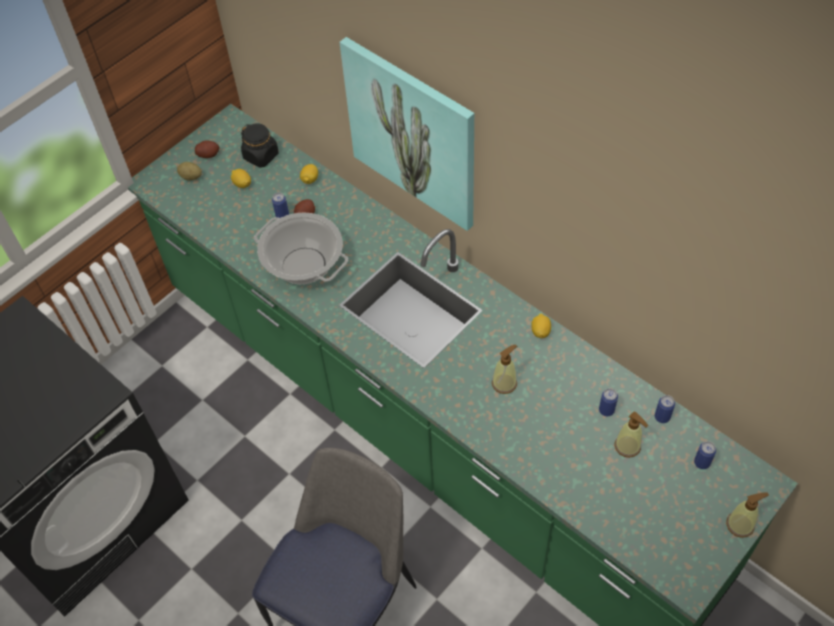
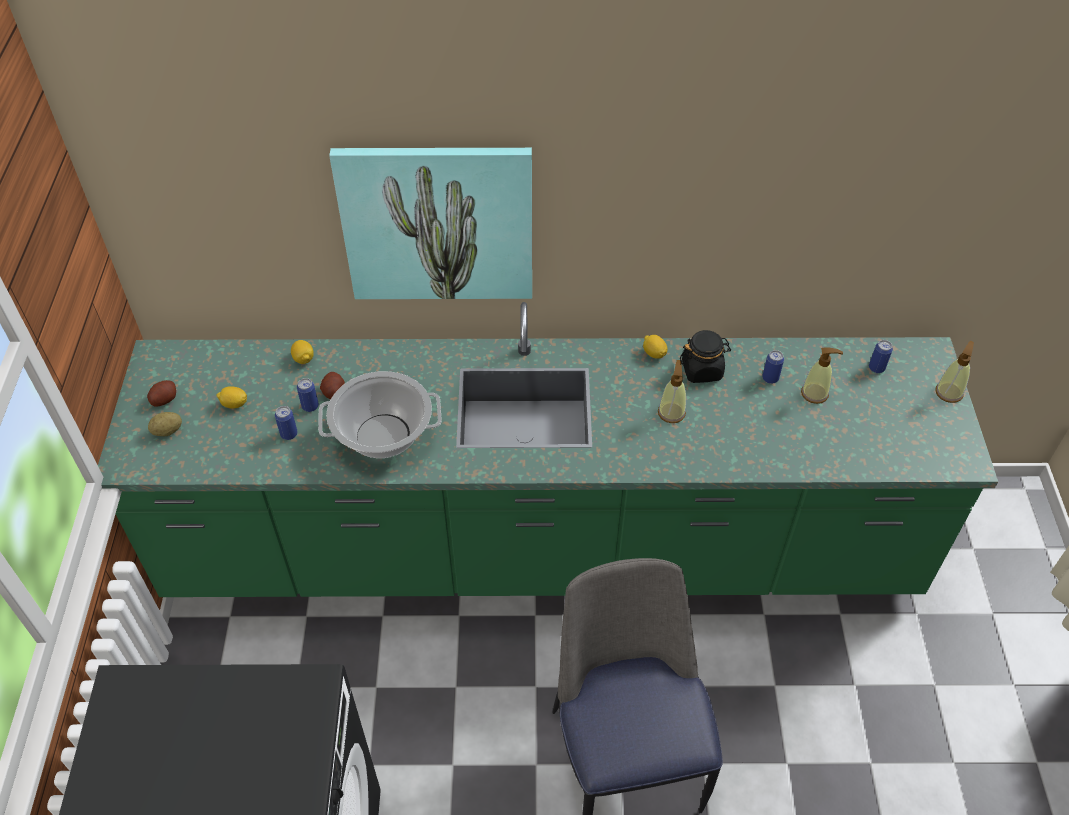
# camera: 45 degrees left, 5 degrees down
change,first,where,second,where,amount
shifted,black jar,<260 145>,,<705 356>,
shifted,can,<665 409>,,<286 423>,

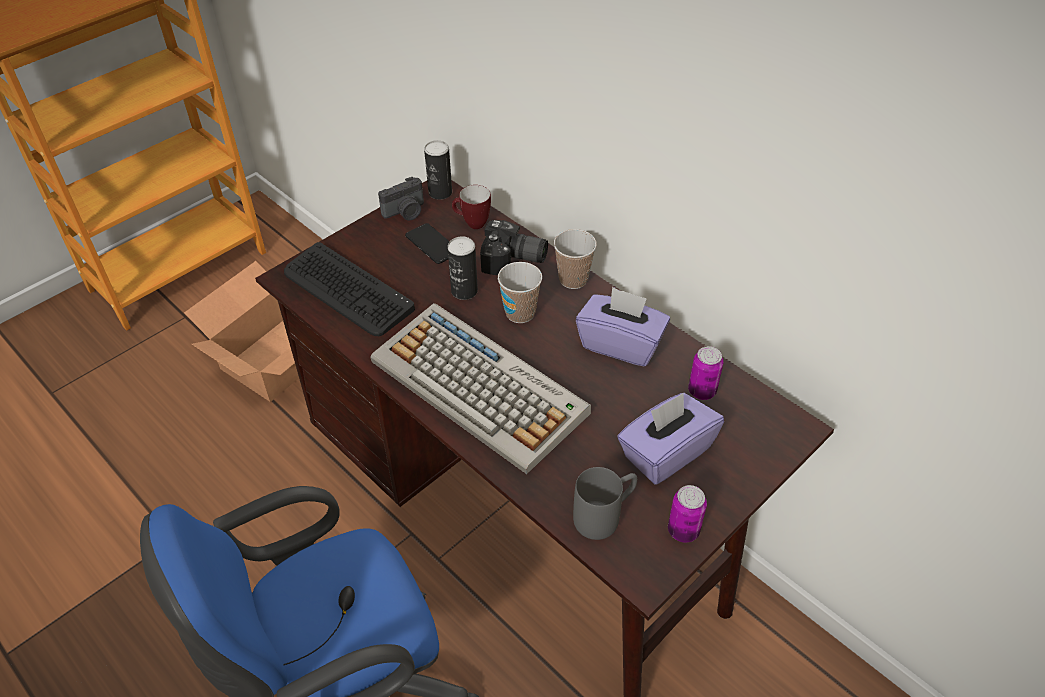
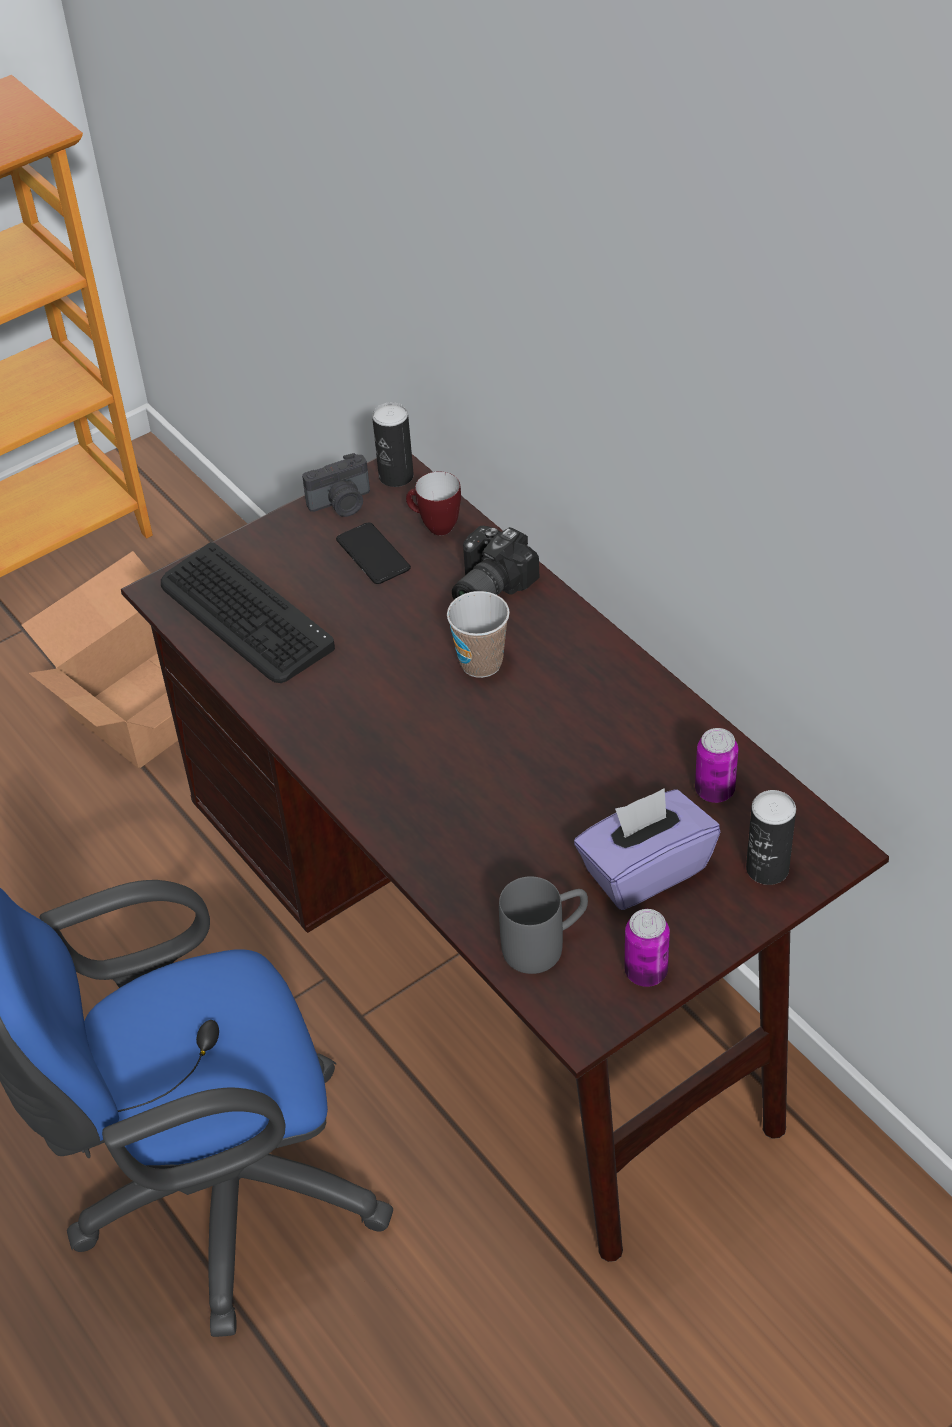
# camera: 10 degrees right, 0 degrees up
change,first,where,second,where,amount
gone,keyboard,<480 388>,,,
shifted,can,<462 268>,,<771 837>,
rotated,photo camera,<514 247>,,<495 563>,105 degrees clockwise
gone,cup,<575 259>,,,
gone,purple tissue box,<623 326>,,,

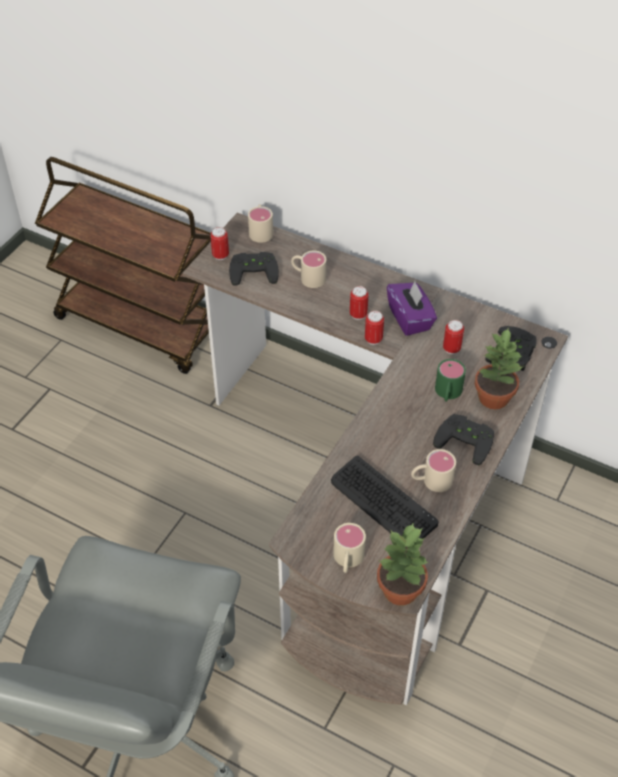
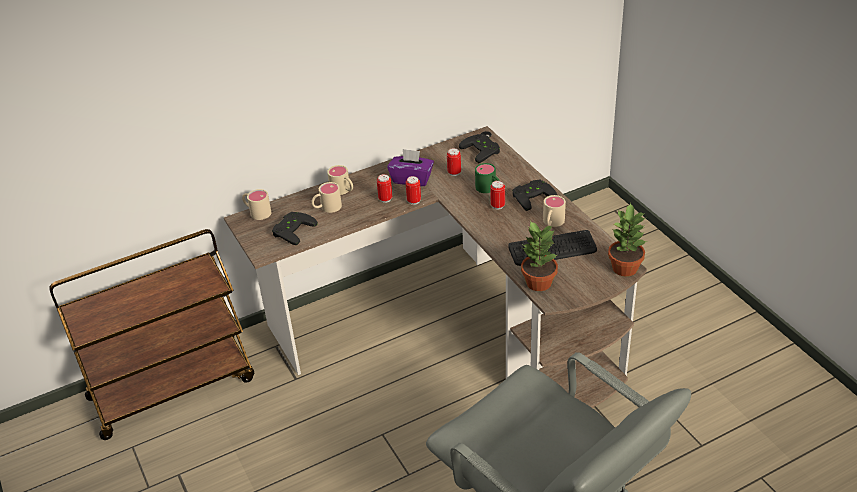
# camera: 55 degrees left, 10 degrees down
change,first,where,second,where,amount
shifted,can,<219 243>,,<497 195>,
shifted,beige mug,<349 548>,,<340 180>,
shifted,potted plant,<499 368>,,<539 256>,

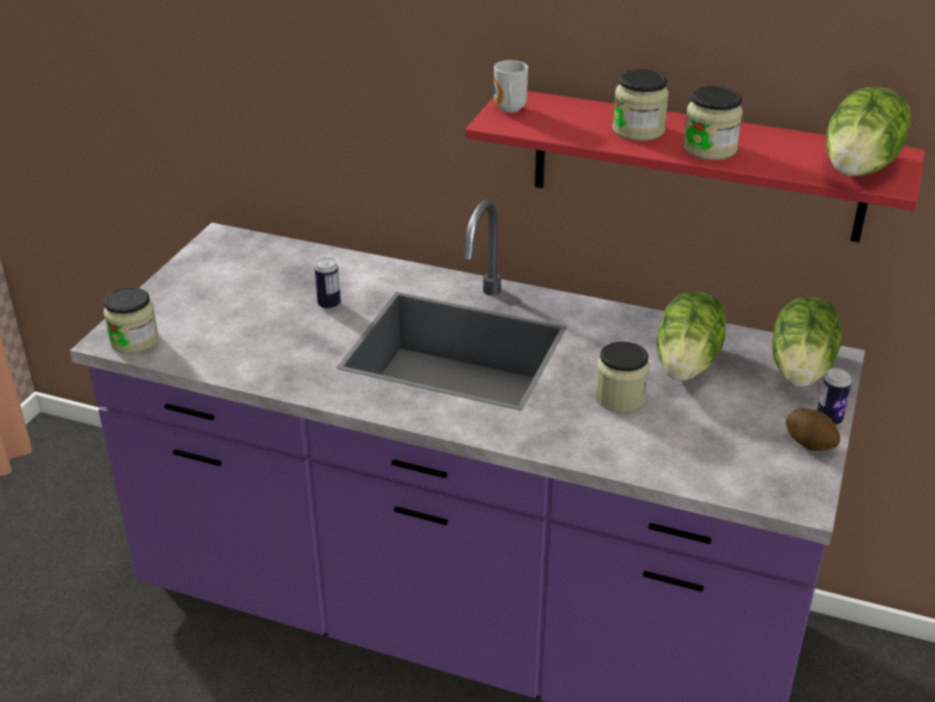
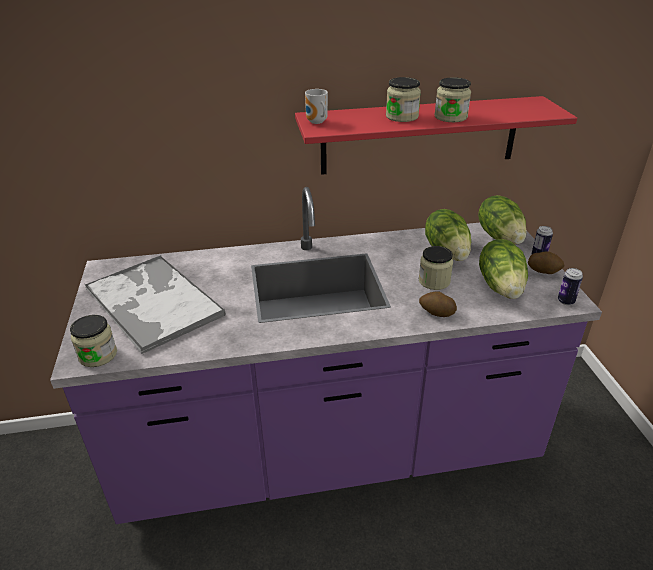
# camera: 30 degrees left, 0 degrees up
change,first,where,second,where,amount
shifted,can,<328 283>,,<570 286>,
shifted,lettuce,<868 131>,,<503 269>,
new,,,tray,<155 305>,
new,,,potato,<438 304>,

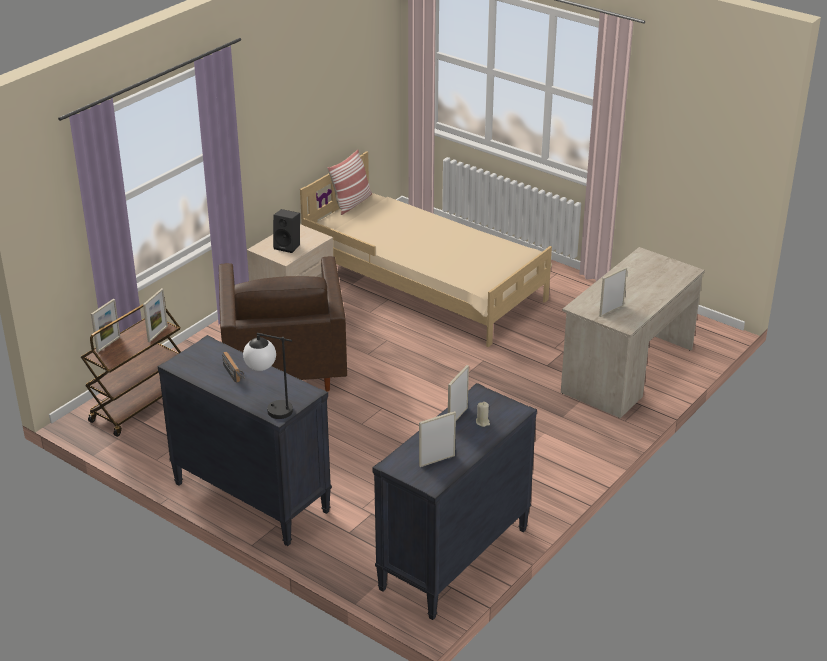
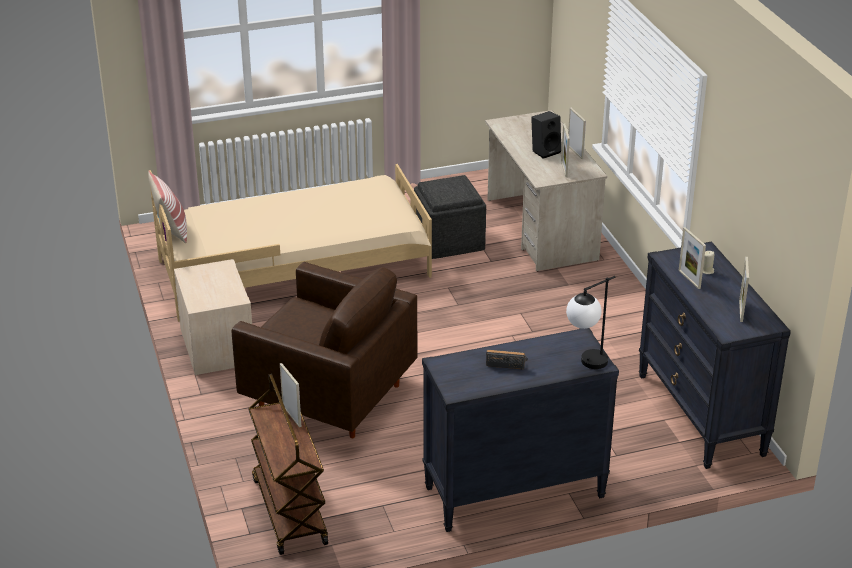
# camera: 55 degrees left, 0 degrees up
change,first,where,second,where,amount
shifted,picture frame,<105 325>,,<577 133>,
shifted,black speaker,<286 231>,,<546 135>,
new,,,grey ottoman,<450 217>,

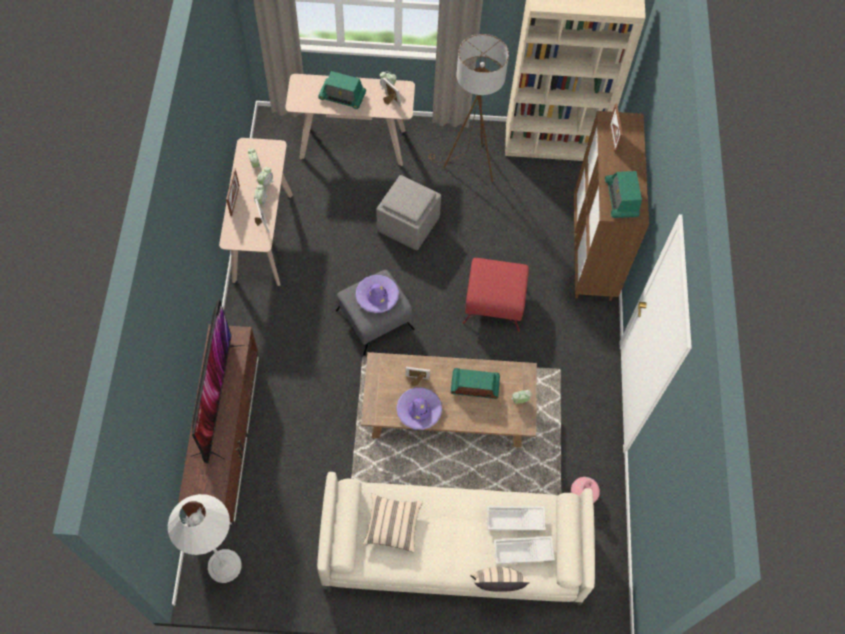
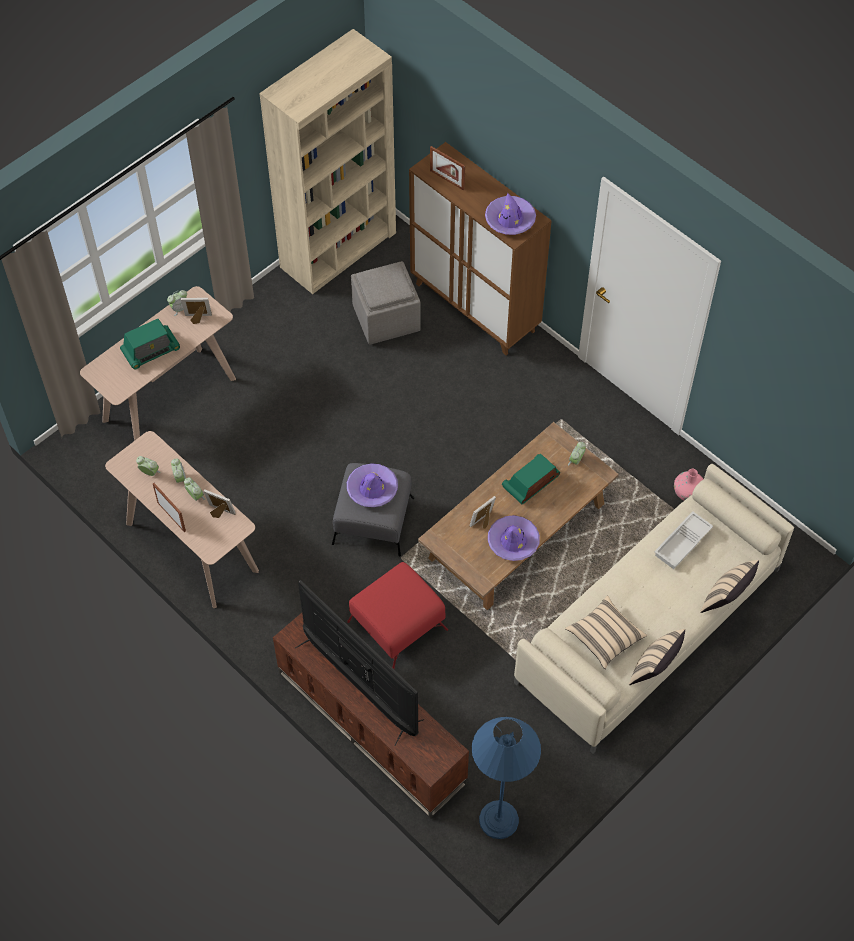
# camera: 45 degrees left, 5 degrees down
change,first,where,second,where,amount
repainted,white floor lamp,<205 538>,blue floor lamp,<506 778>,
shifted,grey ottoman,<408 212>,,<386 302>,
gone,brown floor lamp,<468 108>,,,
shifted,red ottoman,<496 295>,,<397 615>,
gone,white tray,<524 550>,,,
swapped,radio,<623 194>,purple hat,<510 214>,
new,,,beige pillow,<657 657>,

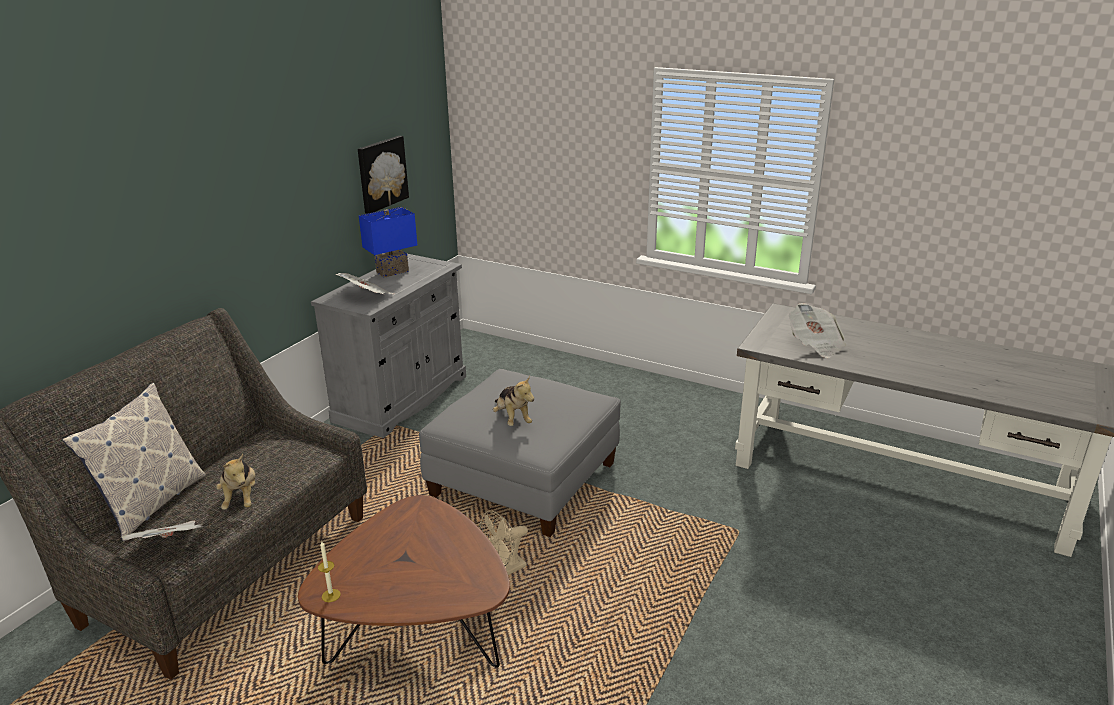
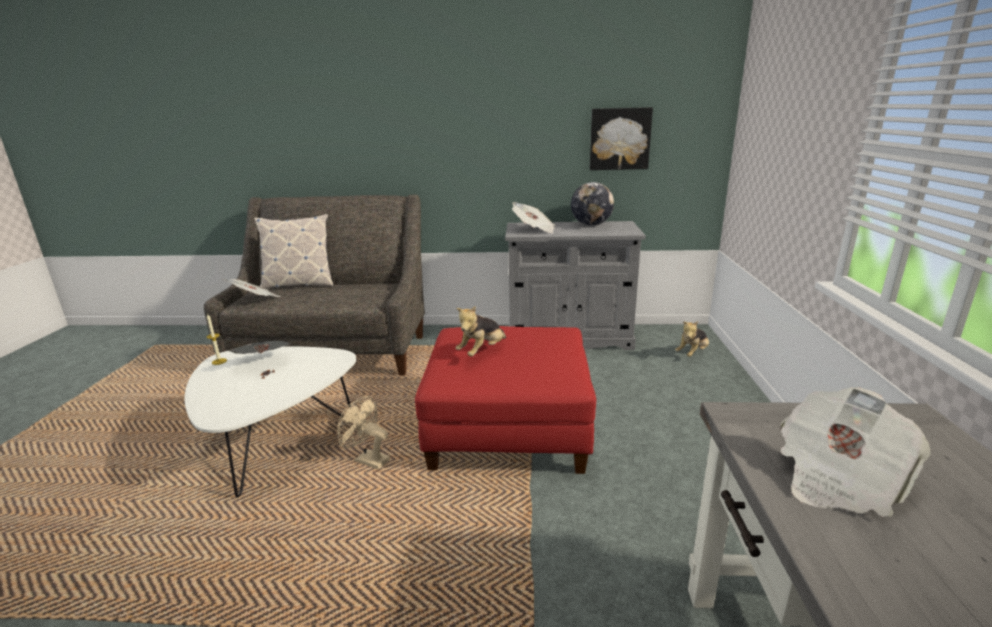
# camera: 65 degrees right, 5 degrees down
change,first,where,second,where,amount
shifted,plush toy,<235 482>,,<692 339>,
repainted,brown coffee table,<404 581>,white coffee table,<270 422>,
swapped,blue table lamp,<388 242>,globe,<592 204>,
repainted,grey ottoman,<520 453>,red ottoman,<505 400>,
new,,,newspaper,<259 347>,

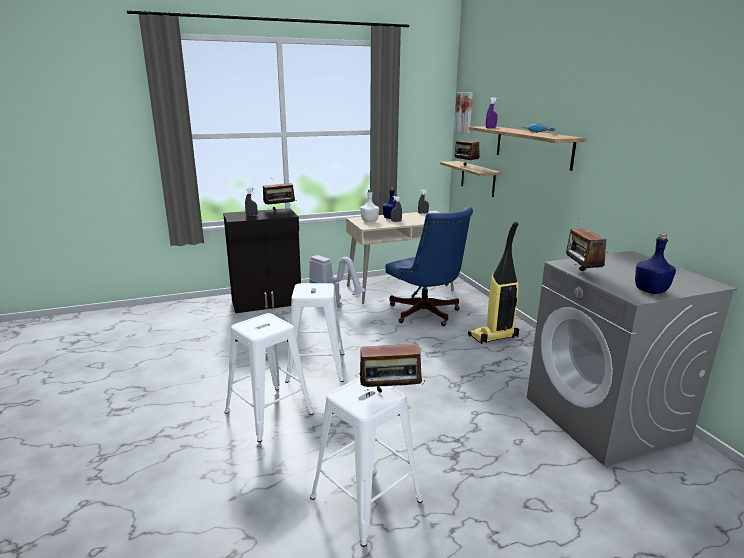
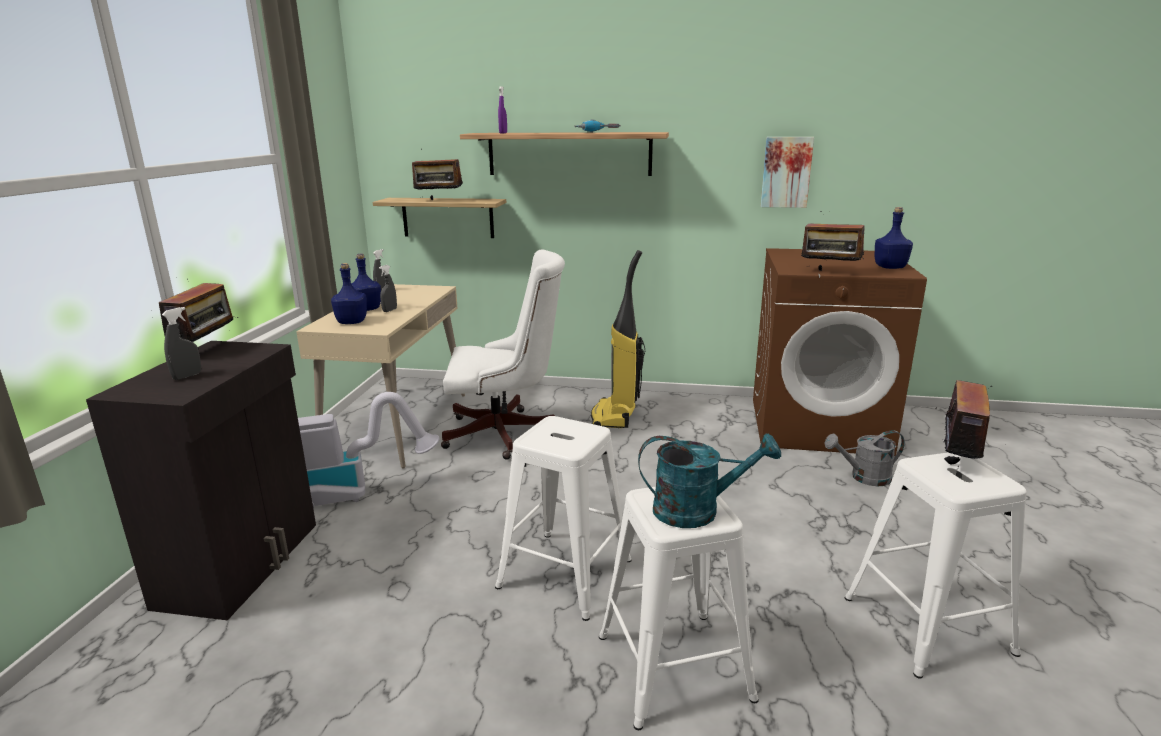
# camera: 60 degrees left, 0 degrees up
change,first,where,second,where,amount
repainted,white bottle,<369 205>,blue bottle,<349 293>,
repainted,blue office chair,<429 266>,white office chair,<503 354>,
shifted,picture,<463 113>,,<787 172>,
repainted,grey washing machine,<632 358>,brown washing machine,<840 352>,
new,,,turquoise watering can,<709 481>,
new,,,grey watering can,<865 458>,

